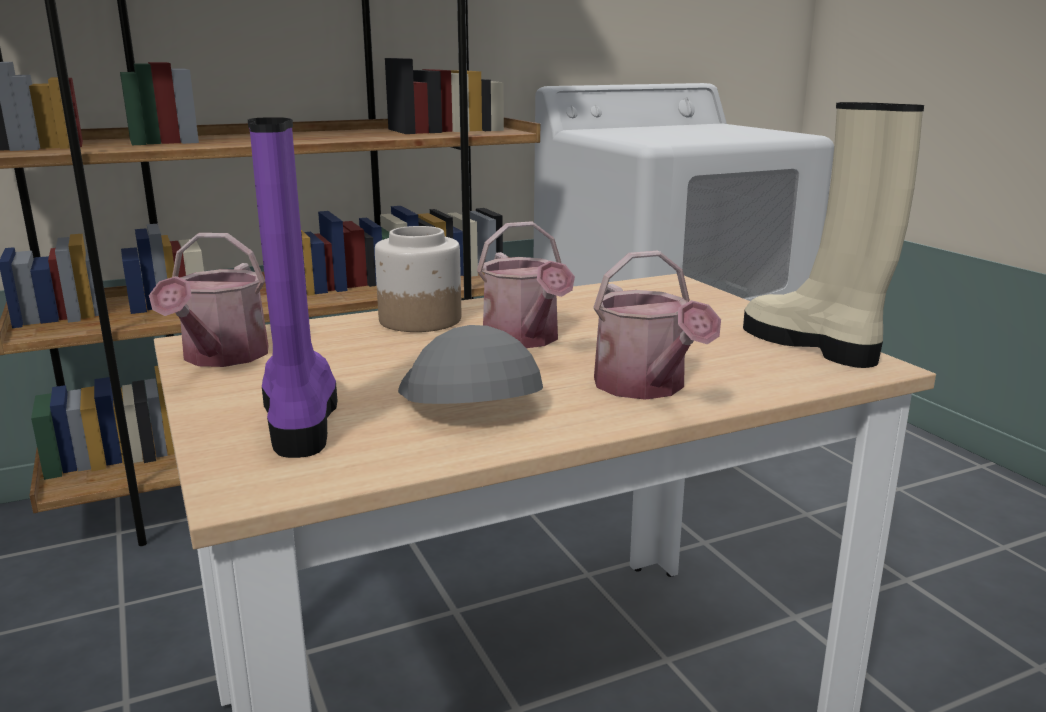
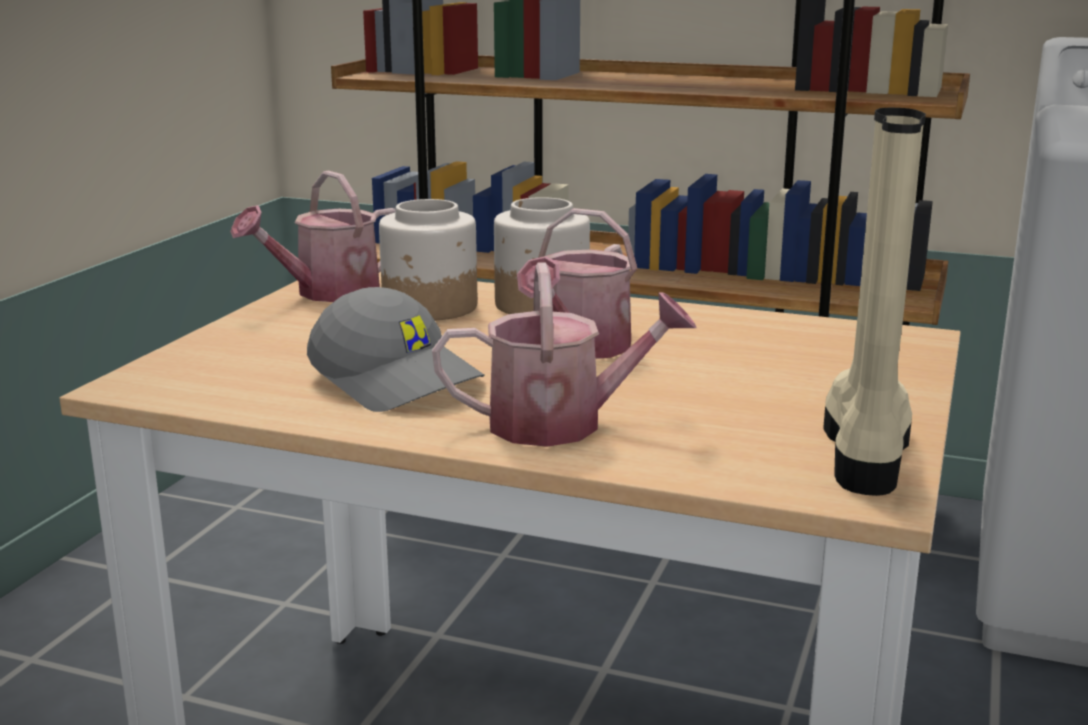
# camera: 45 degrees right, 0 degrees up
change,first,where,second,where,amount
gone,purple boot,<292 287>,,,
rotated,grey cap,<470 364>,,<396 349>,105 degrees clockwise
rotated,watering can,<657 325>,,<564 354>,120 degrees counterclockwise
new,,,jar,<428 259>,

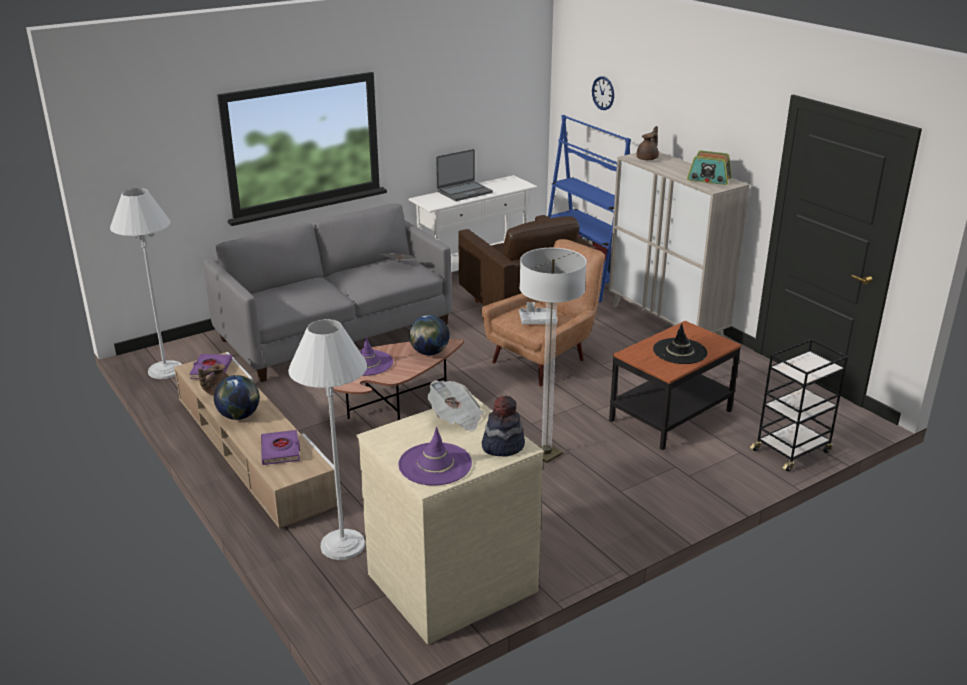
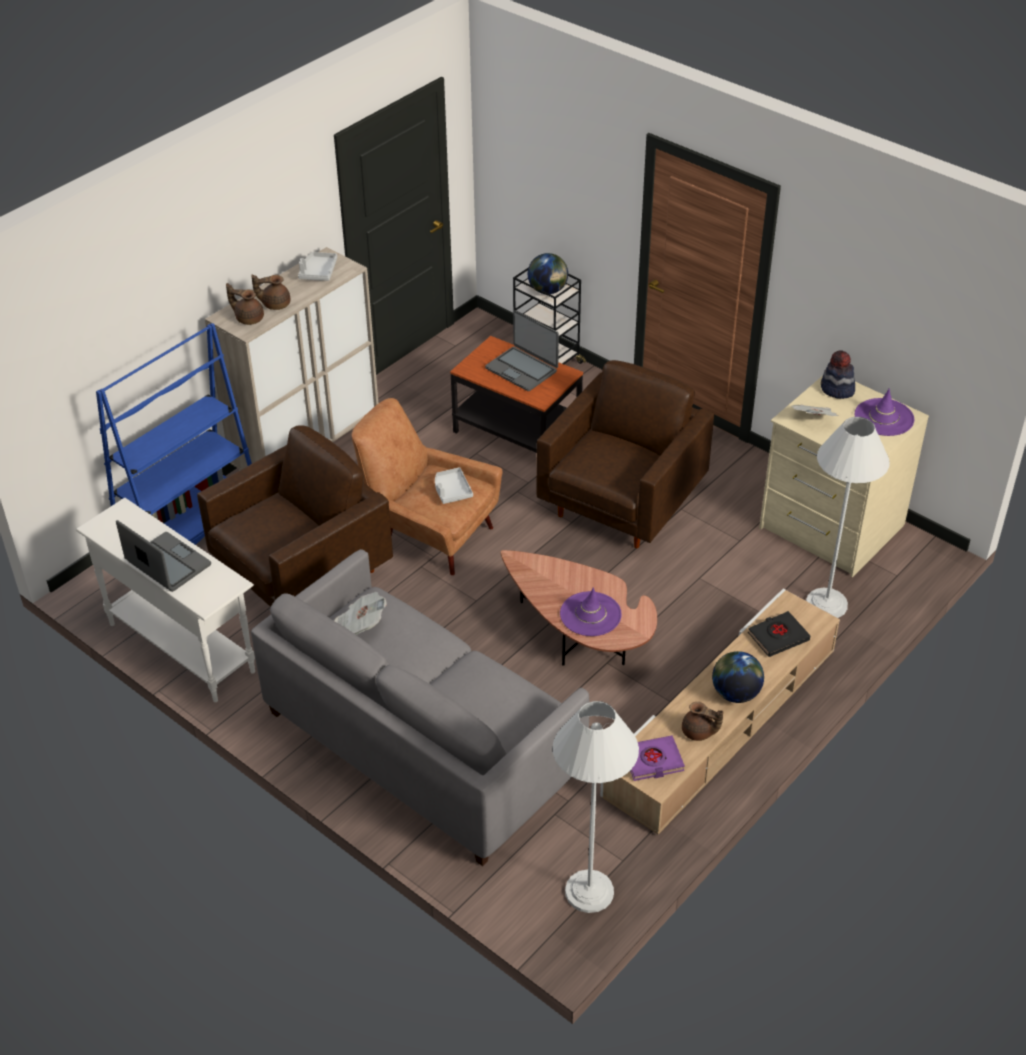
# camera: 105 degrees left, 15 degrees up
change,first,where,second,where,amount
repainted,purple book,<280 447>,black book,<779 634>,
shifted,globe,<429 335>,,<548 273>,
swapped,floor lamp,<553 355>,brown armchair,<625 454>,
gone,wall clock,<603 93>,,,
swapped,black hat,<680 343>,laptop,<522 350>,
swapped,radio,<709 167>,grey tray,<317 266>,
new,,,brown teapot,<270 292>,

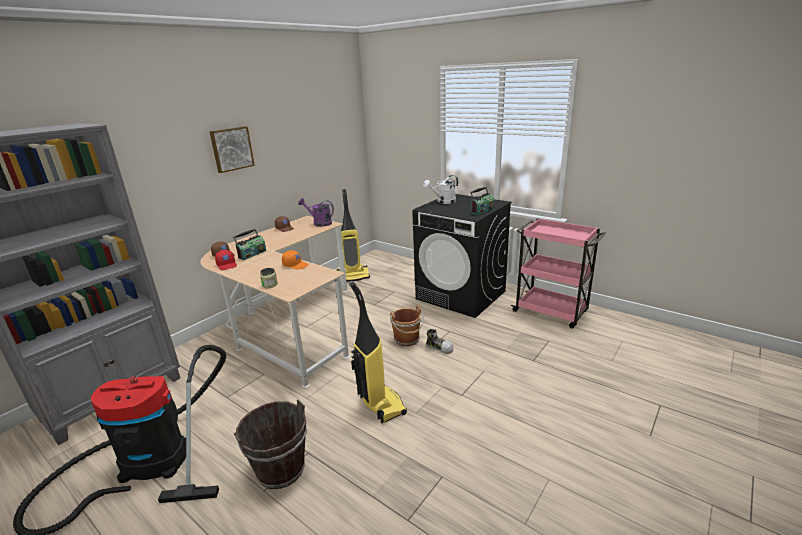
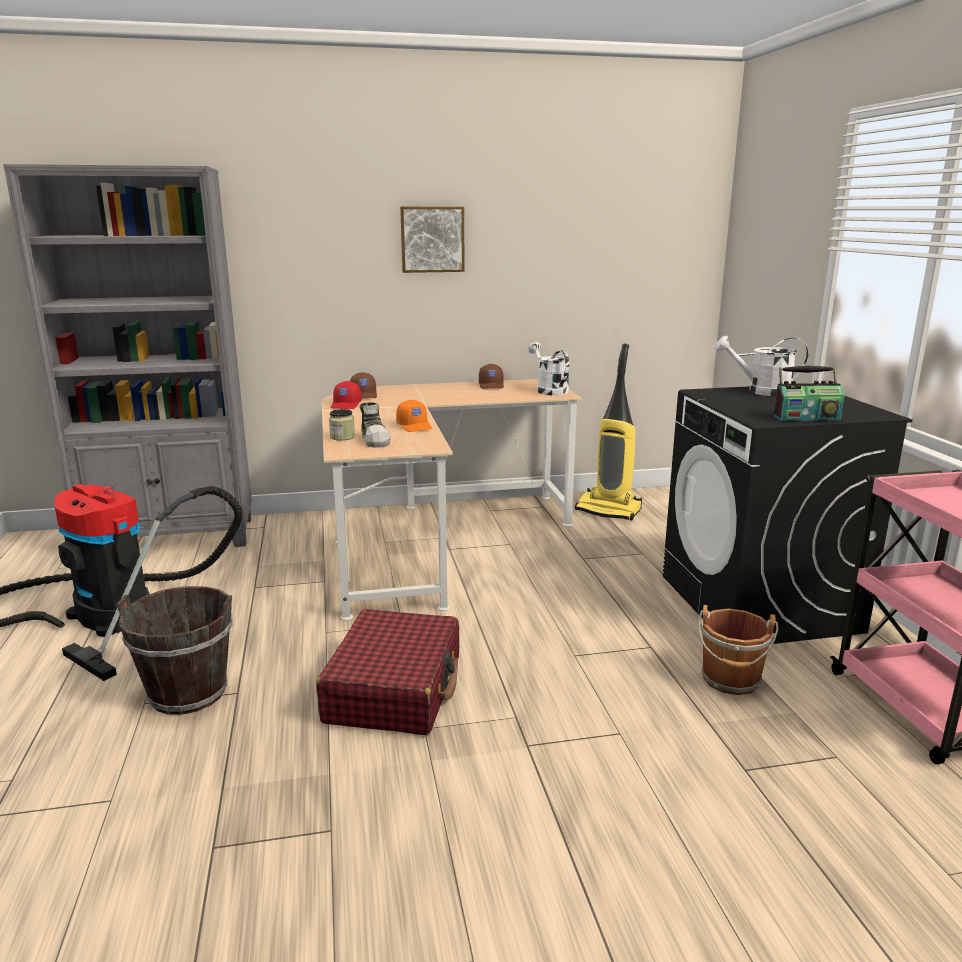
# camera: 40 degrees right, 5 degrees down
change,first,where,second,where,amount
gone,radio,<249 244>,,,
repainted,purple watering can,<316 212>,white watering can,<549 369>,
swapped,vacuum cleaner,<378 352>,red suitcase,<388 672>,
shifted,brown bucket,<407 325>,,<738 650>,
shifted,shoe,<440 341>,,<375 425>,

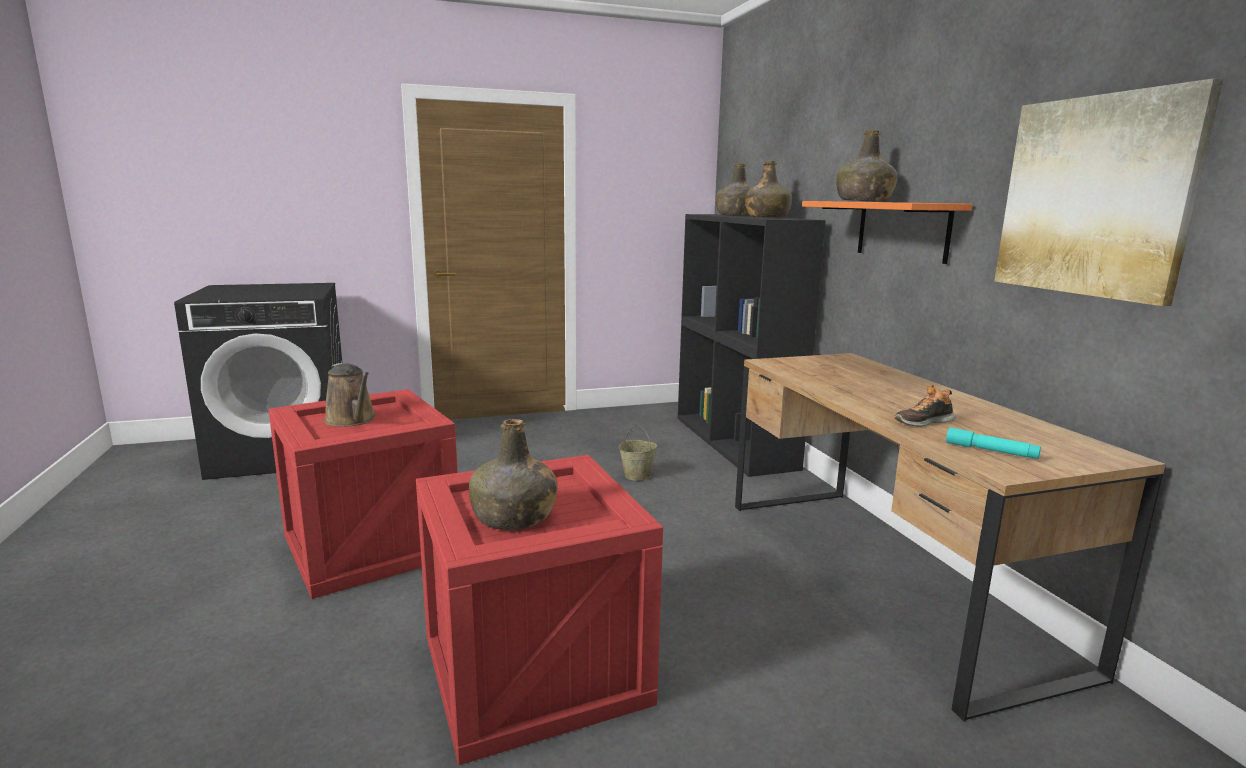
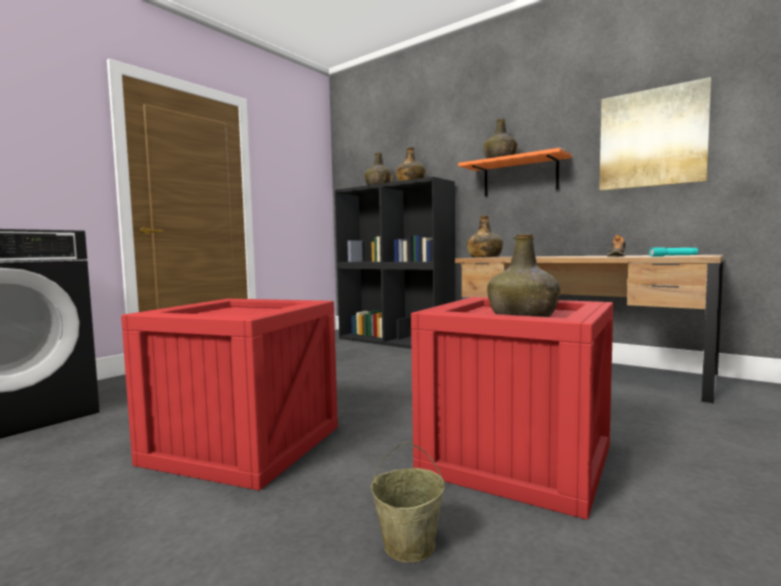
# camera: 35 degrees left, 10 degrees down
change,first,where,second,where,amount
gone,brown watering can,<350 395>,,,
shifted,beige bucket,<638 453>,,<408 502>,
new,,,green bottle,<485 236>,

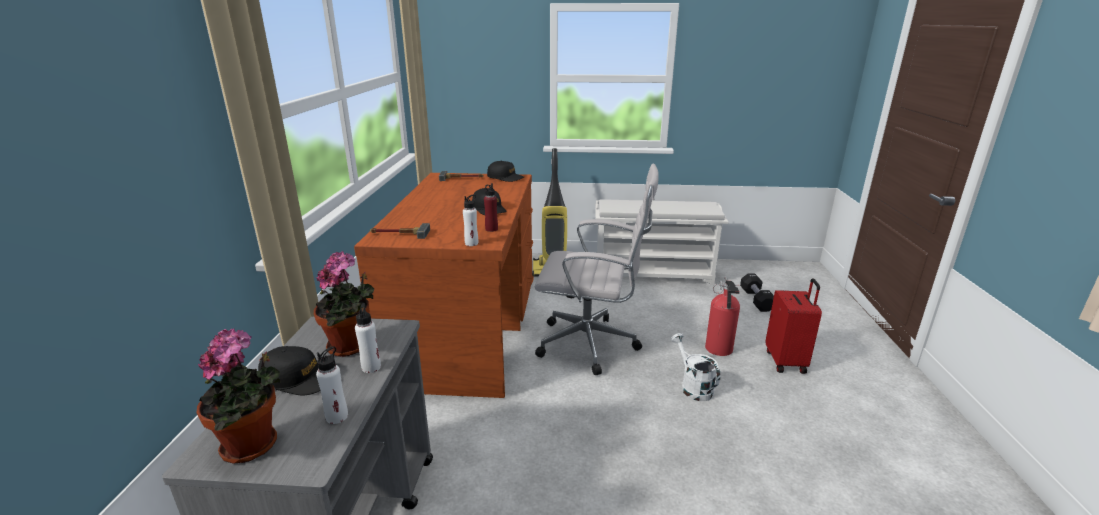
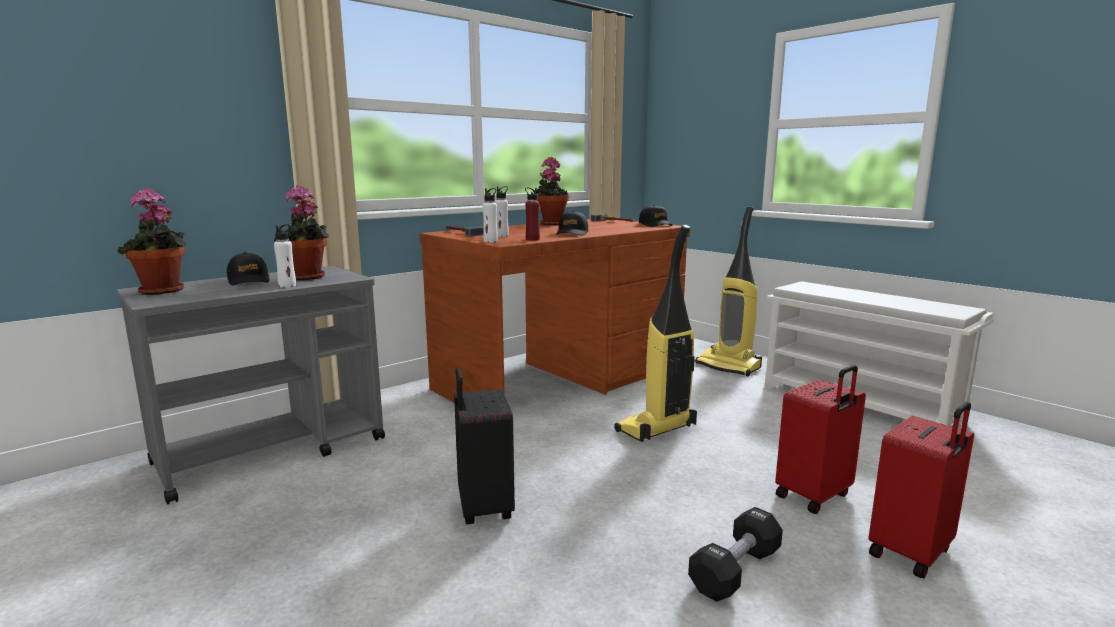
# camera: 45 degrees right, 10 degrees down
change,first,where,second,where,amount
shifted,white bottle,<332 385>,,<502 211>,
swapped,white office chair,<597 269>,vacuum cleaner,<655 333>,
gone,white watering can,<695 367>,,,
swapped,fire extinguisher,<722 316>,red suitcase,<820 439>,
shifted,black dumbbell,<757 293>,,<735 554>,
new,,,black suitcase,<484 446>,
new,,,potted plant,<552 191>,

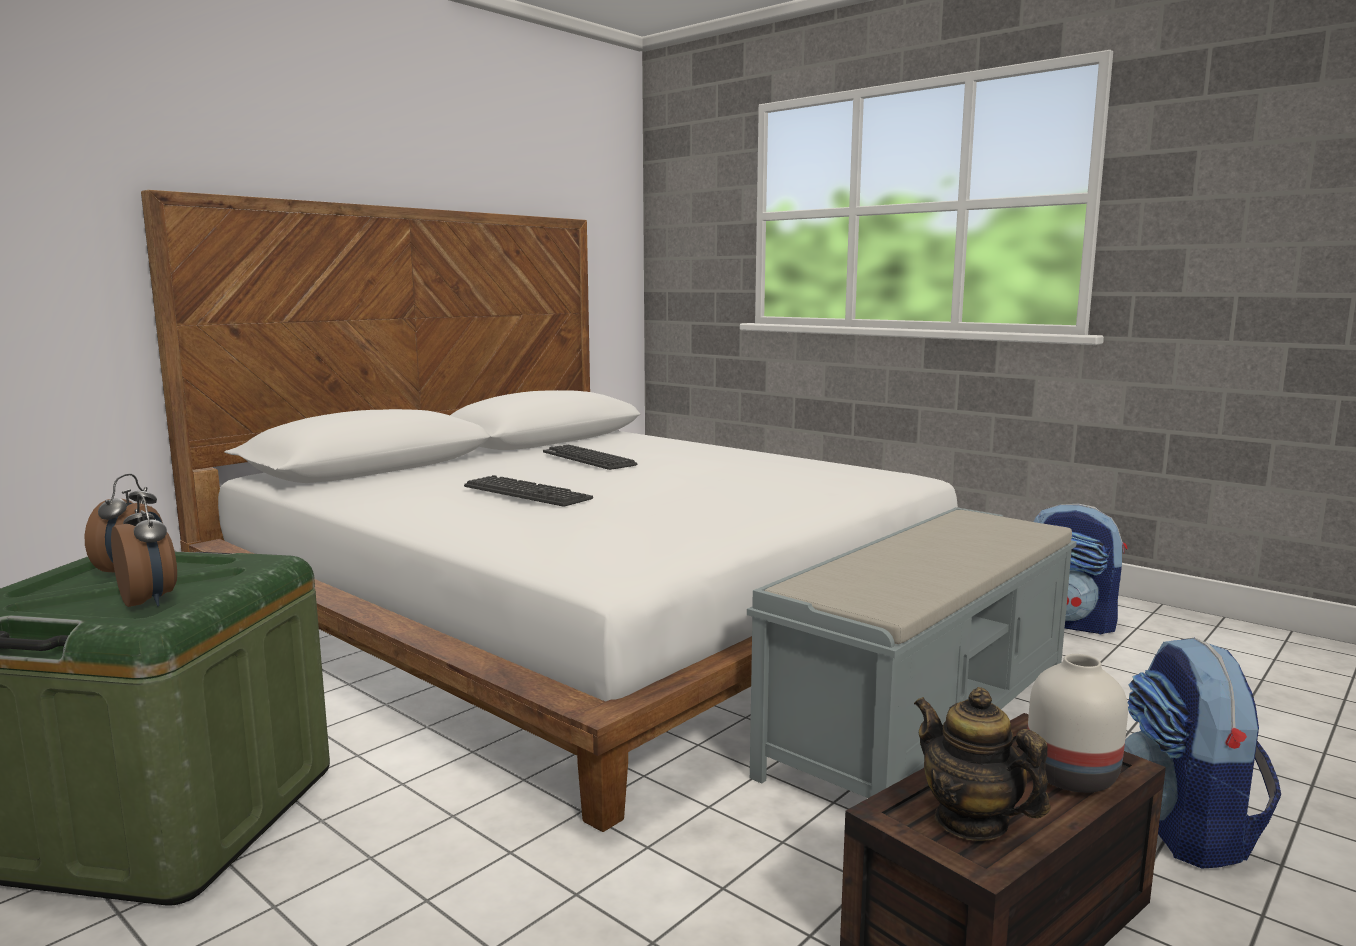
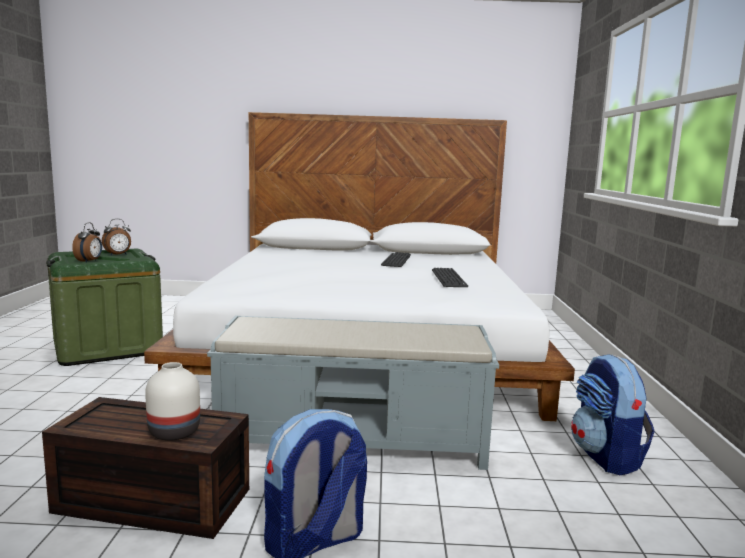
# camera: 50 degrees right, 0 degrees up
change,first,where,second,where,amount
shifted,keyboard,<528 491>,,<450 277>,
gone,teapot,<982 764>,,,

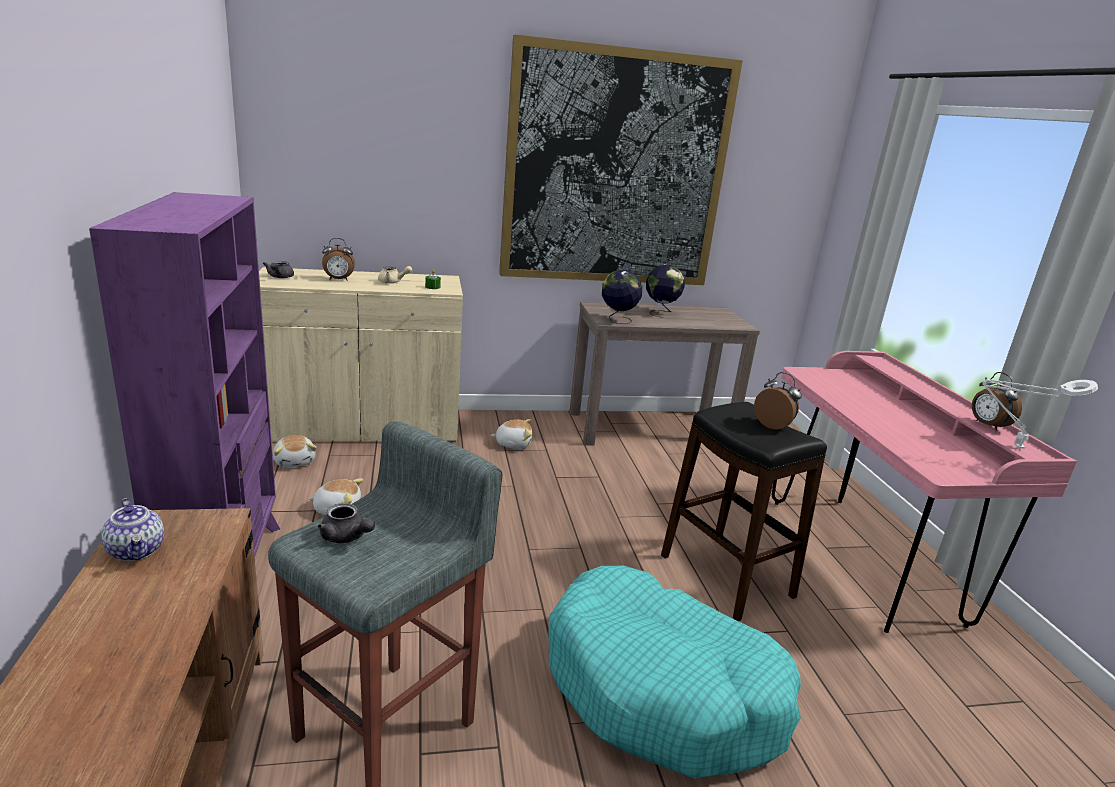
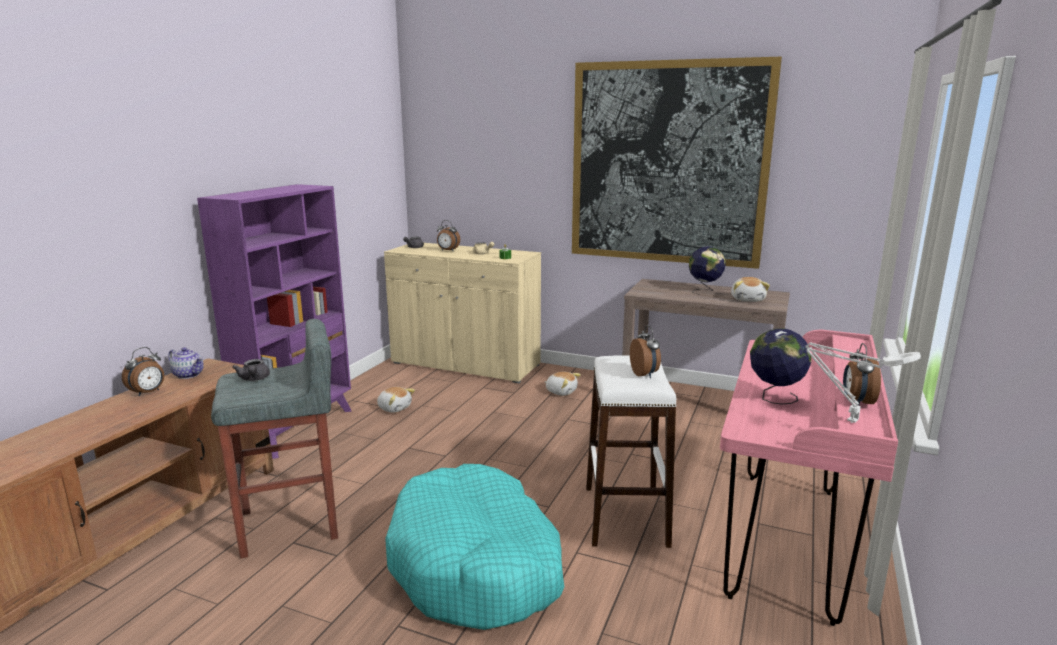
# camera: 35 degrees right, 5 degrees down
change,first,where,second,where,amount
rotated,teapot,<132 529>,,<186 363>,60 degrees counterclockwise
shifted,plush toy,<295 451>,,<750 289>,
shifted,globe,<622 297>,,<781 366>,
repainted,black stool,<744 511>,white stool,<631 451>,
new,,,alarm clock,<143 371>,

